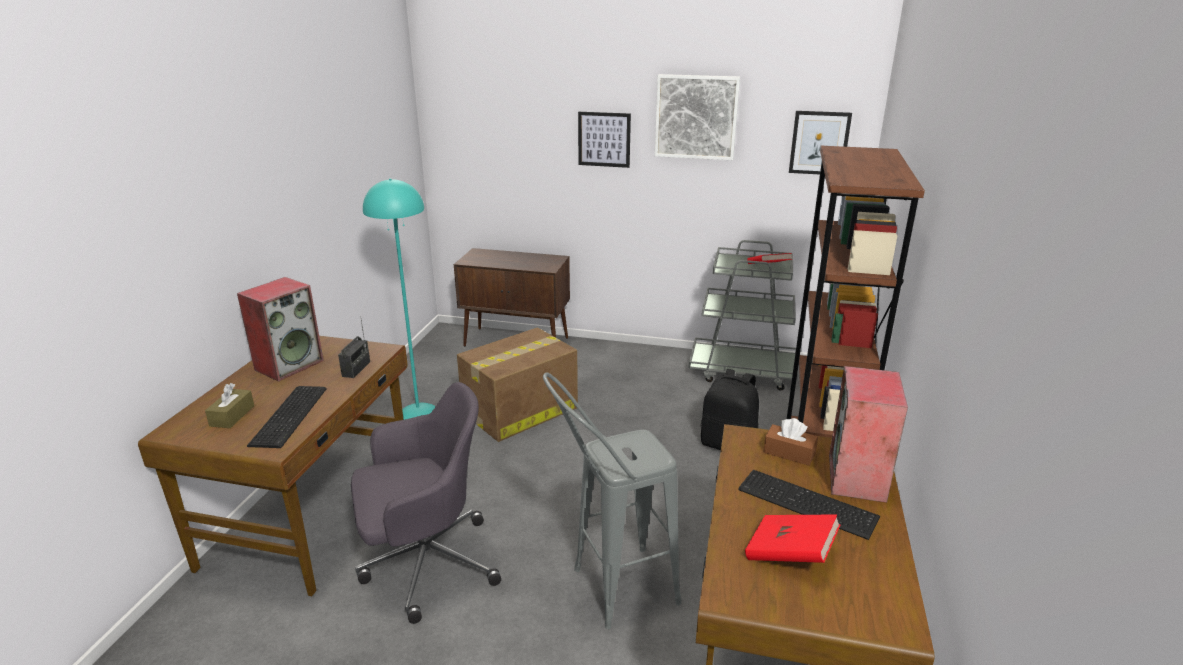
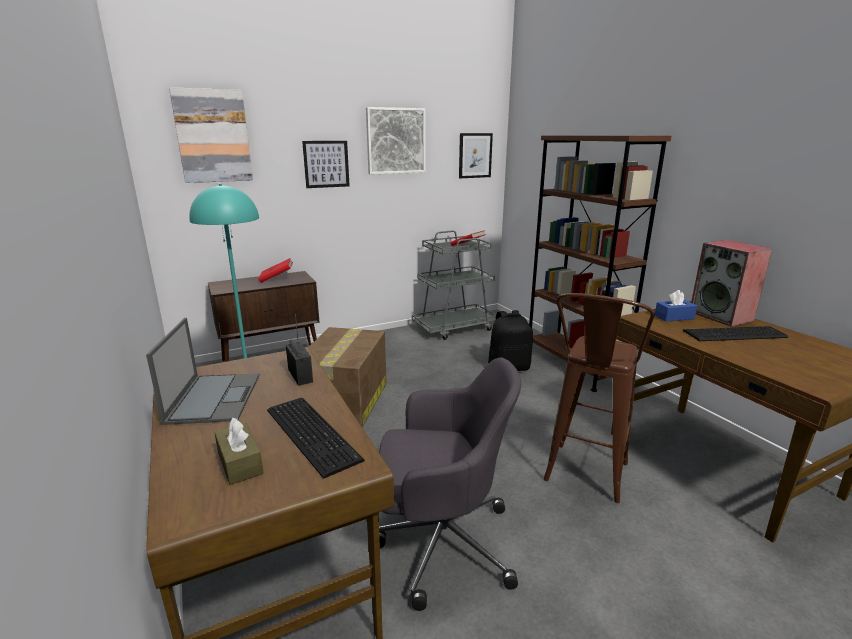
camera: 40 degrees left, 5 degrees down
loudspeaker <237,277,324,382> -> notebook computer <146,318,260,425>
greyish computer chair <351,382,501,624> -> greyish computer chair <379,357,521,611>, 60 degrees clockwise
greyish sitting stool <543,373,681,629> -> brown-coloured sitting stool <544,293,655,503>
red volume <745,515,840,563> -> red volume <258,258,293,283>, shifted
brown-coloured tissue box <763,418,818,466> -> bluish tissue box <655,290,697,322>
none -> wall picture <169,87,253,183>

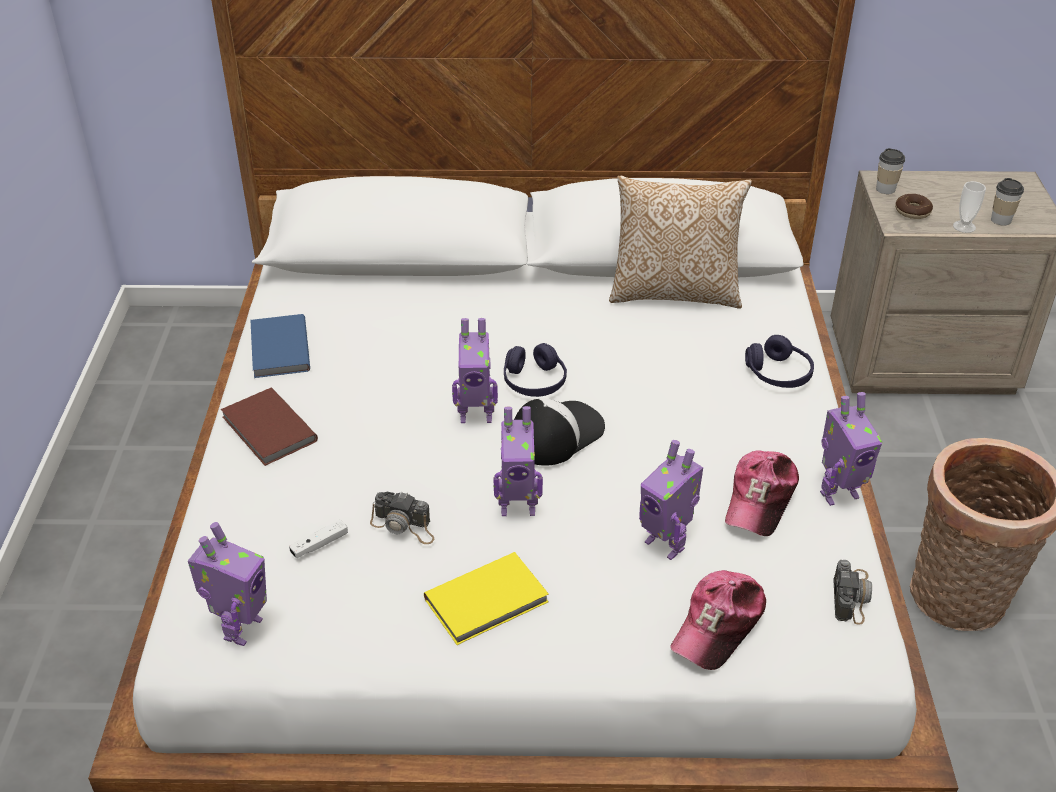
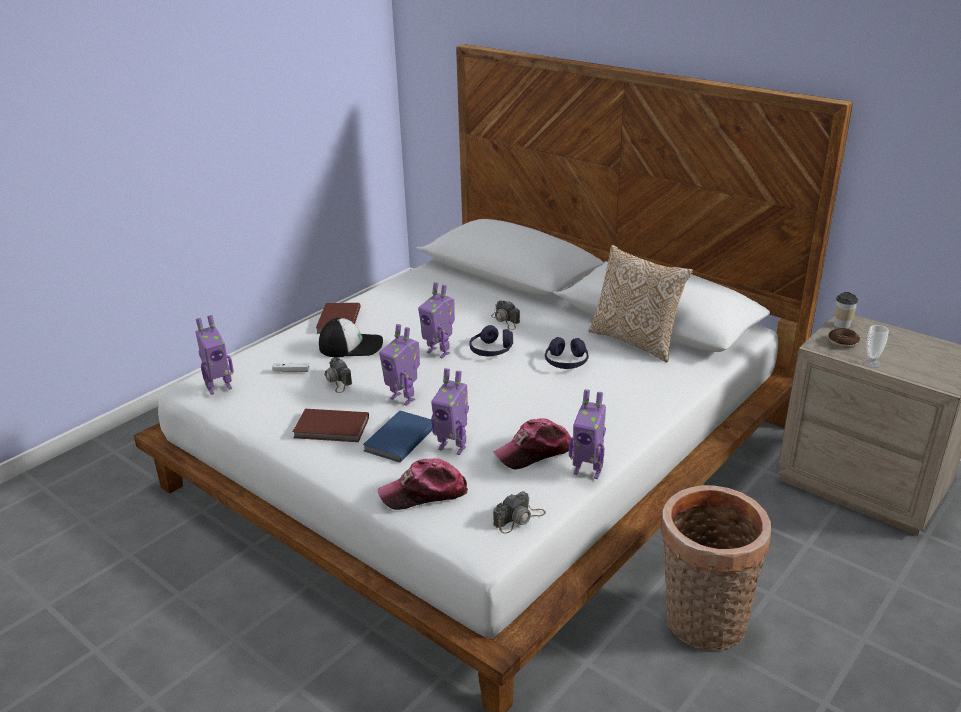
camera: 40 degrees right, 10 degrees down
bluish volume <250,314,310,378> -> bluish volume <363,410,432,463>, shifted
yellowish volume <424,552,549,645> -> brown-coloured volume <293,409,369,442>
peaked cap <514,398,605,465> -> peaked cap <319,318,383,358>, shifted
model robot <639,440,703,560> -> model robot <431,368,469,455>, 60 degrees counterclockwise
purple-coloured pair of headphones <745,335,814,388> -> purple-coloured pair of headphones <545,337,588,369>, shifted
cup <991,178,1024,226> -> none
none -> photo camera <491,301,520,330>

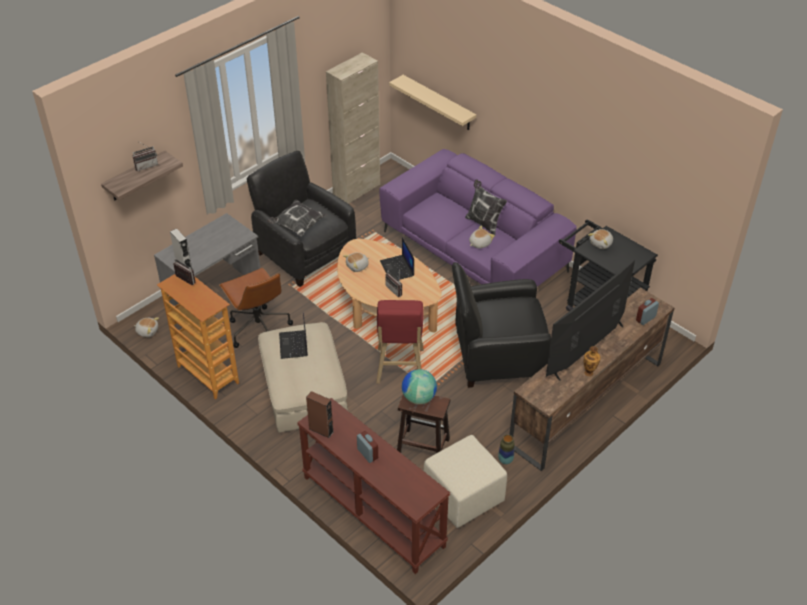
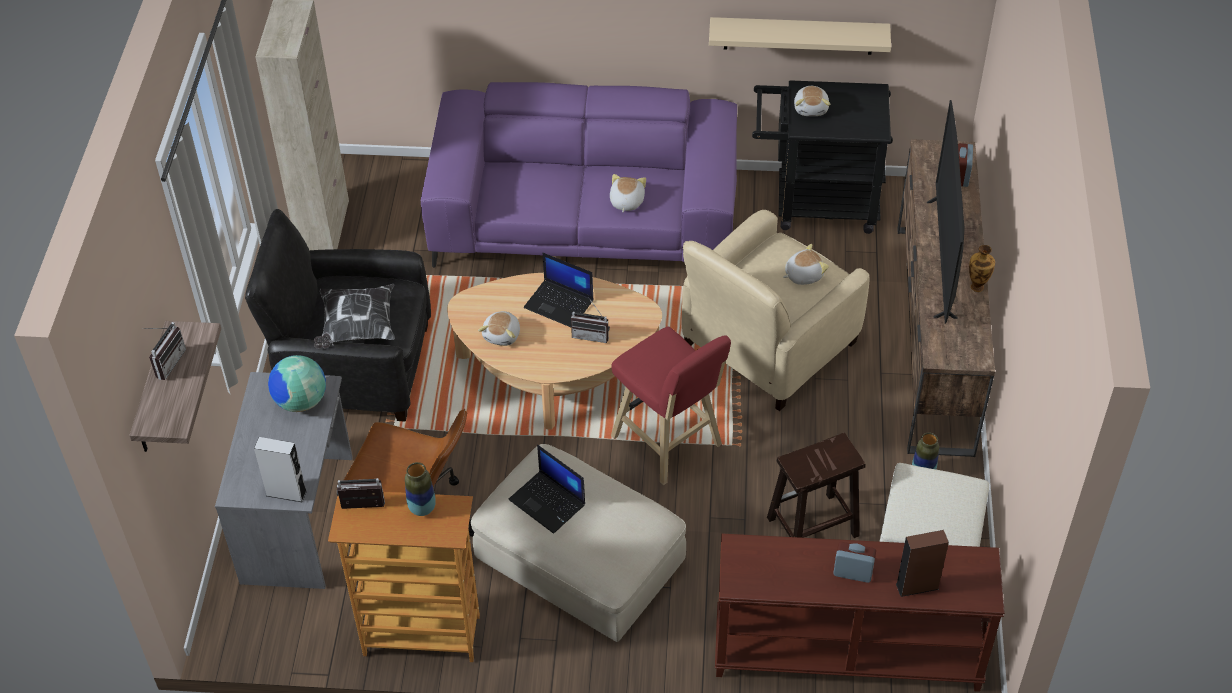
camera: 40 degrees left, 5 degrees up
soft toy <134,317,159,337> -> soft toy <783,244,829,285>, shifted
brown-coloured loudspeaker <306,391,334,438> -> brown-coloured loudspeaker <896,530,949,597>, shifted
beige wall shelf <389,75,476,130> -> beige wall shelf <709,17,891,55>, shifted
globe <402,369,437,405> -> globe <268,355,326,412>, shifted
black easy chair <452,262,551,388> -> beige easy chair <682,210,870,411>
throw pillow <465,179,507,237> -> none
none -> vase <405,462,436,516>

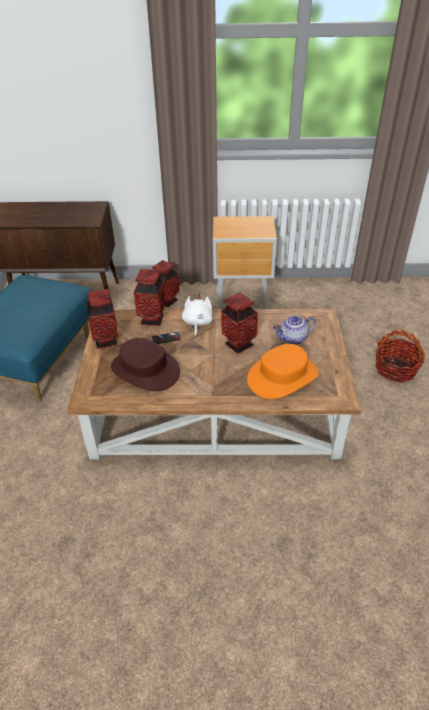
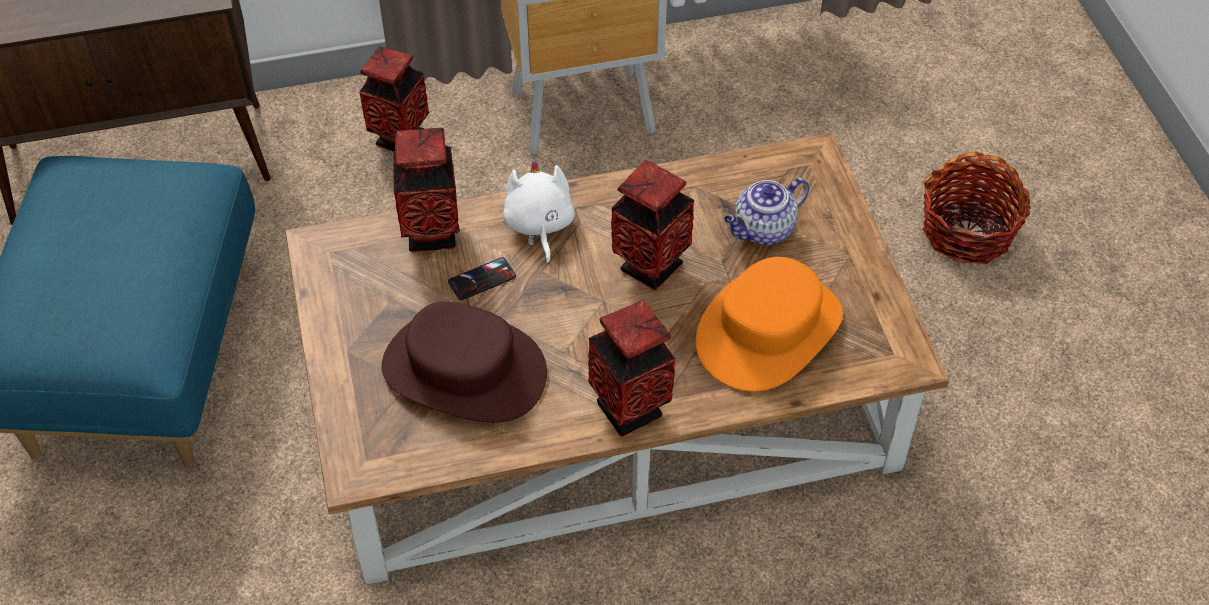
camera: 15 degrees left, 10 degrees up
vase <86,289,118,348> -> vase <588,300,675,436>, shifted

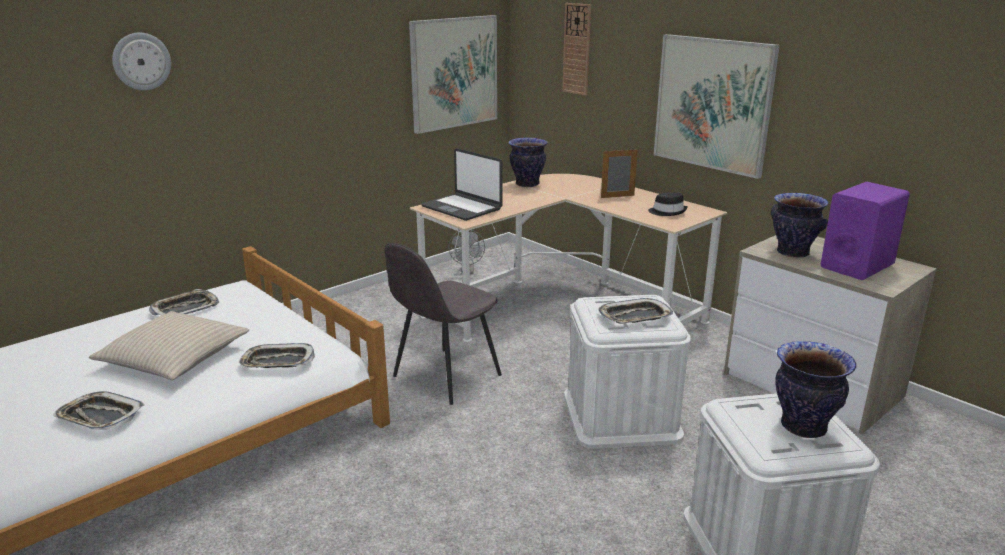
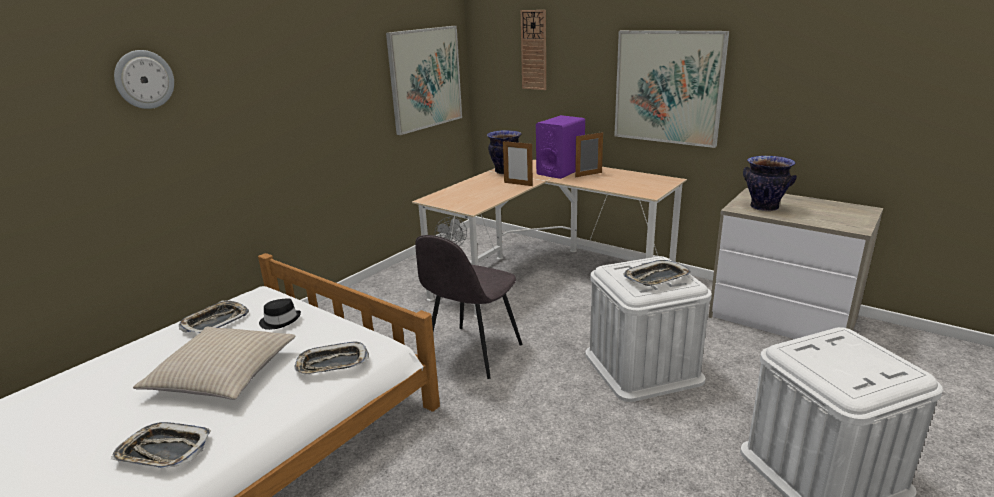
camera: 10 degrees left, 0 degrees up
notebook computer <421,148,502,221> -> none
black clothing hat <648,193,688,216> -> black clothing hat <259,298,301,330>, shifted
vase <775,341,856,438> -> none
purple-coloured loudspeaker <821,182,910,280> -> purple-coloured loudspeaker <536,115,585,179>, shifted
none -> standing frame <503,140,533,186>

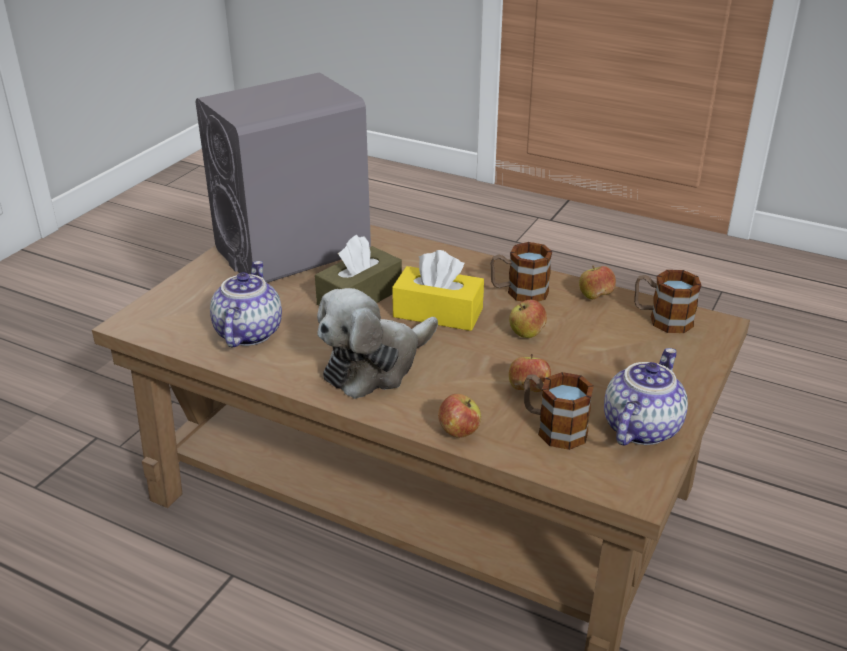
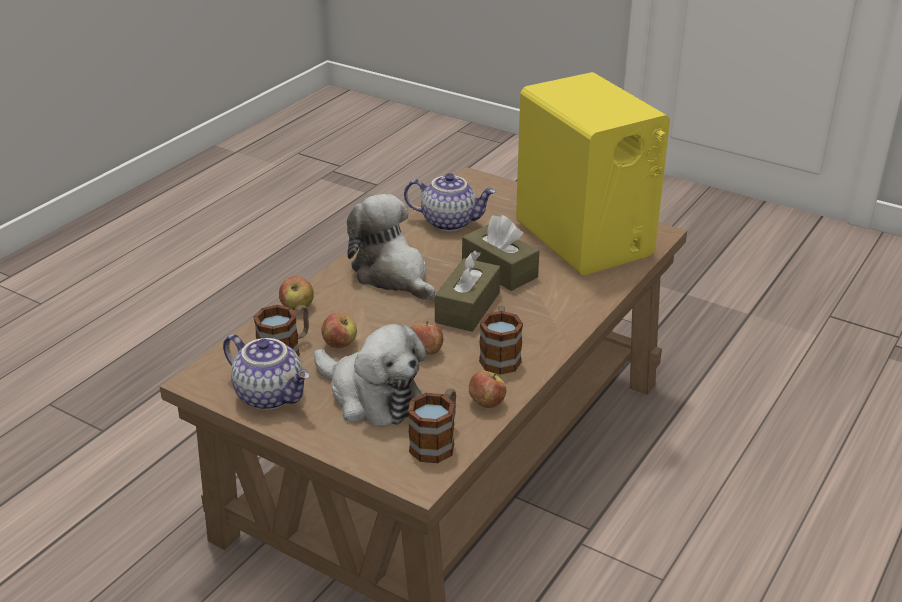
camera: 95 degrees right, 0 degrees up
greyish loudspeaker <196,72,371,283> -> yellowish loudspeaker <516,72,670,275>
yellowish tissue box <392,250,484,331> -> brown-coloured tissue box <435,251,500,332>
none -> soft toy <314,324,426,426>

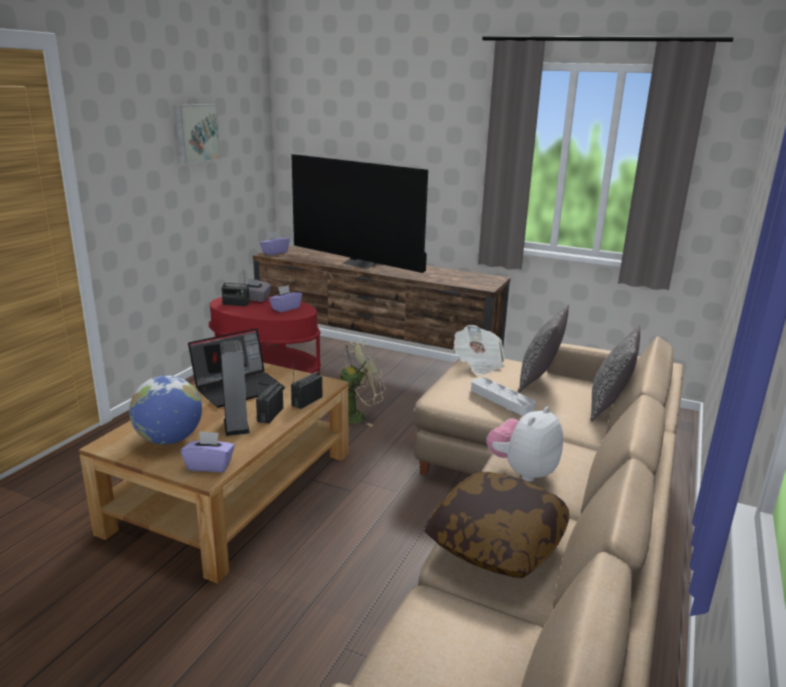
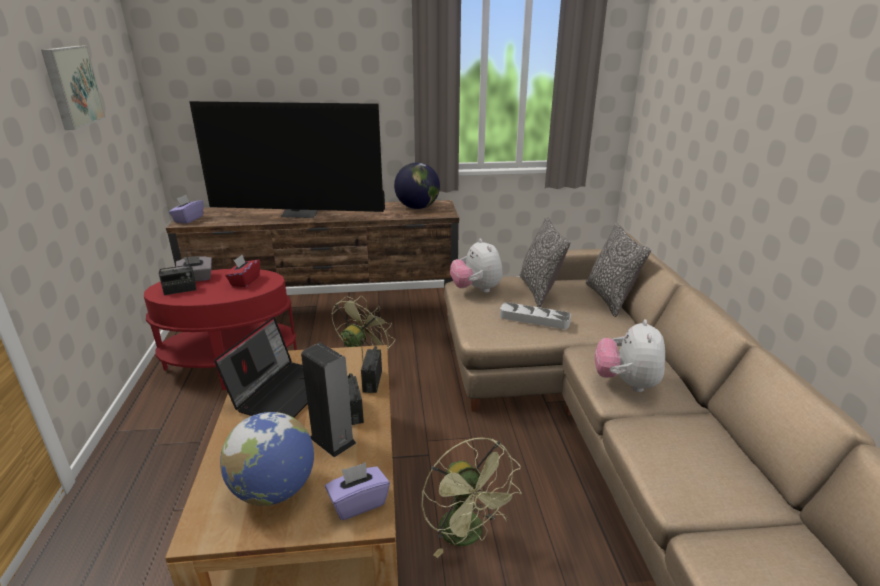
camera: 30 degrees left, 5 degrees up
purple-coloured tissue box <269,285,302,312> -> red tissue box <225,255,260,287>
throw pillow <424,472,569,578> -> none
printed paper <453,325,505,375> -> soft toy <450,238,503,293>
none -> globe <394,162,440,209>
none -> greenish cooling fan <421,437,522,558>

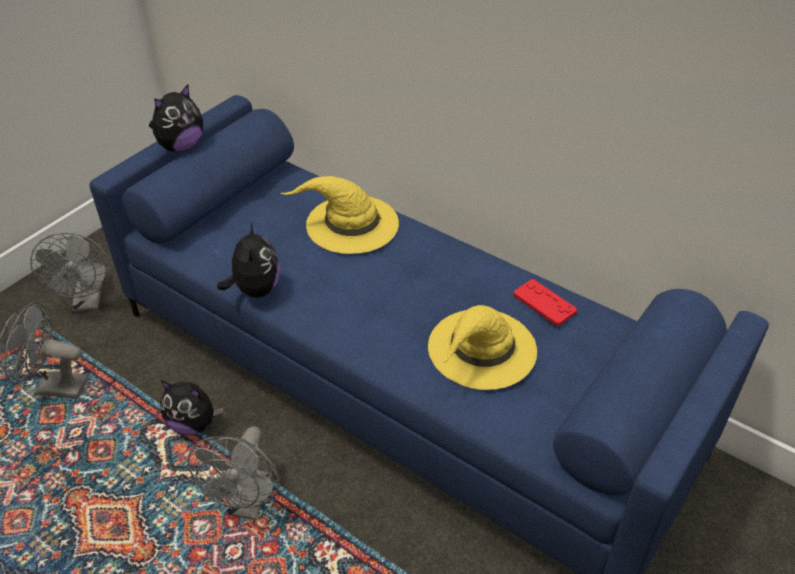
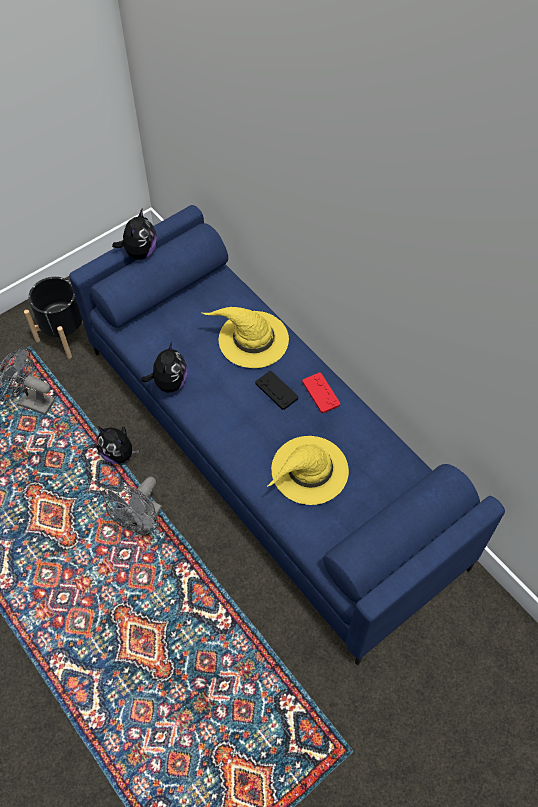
camera: 15 degrees right, 15 degrees up
greyish cooling fan <30,233,111,312> -> black flower pot <24,277,83,359>
soft toy <149,85,203,152> -> soft toy <112,209,157,260>, 45 degrees counterclockwise
red joypad <513,279,577,326> -> red joypad <302,372,340,413>, shifted
none -> black joypad <255,371,298,410>

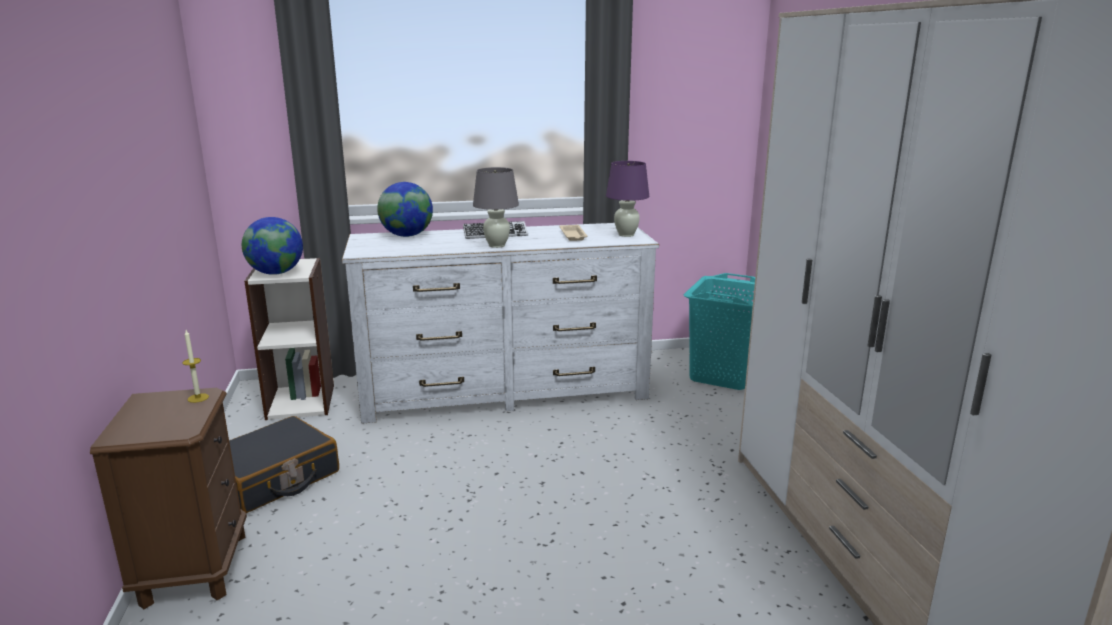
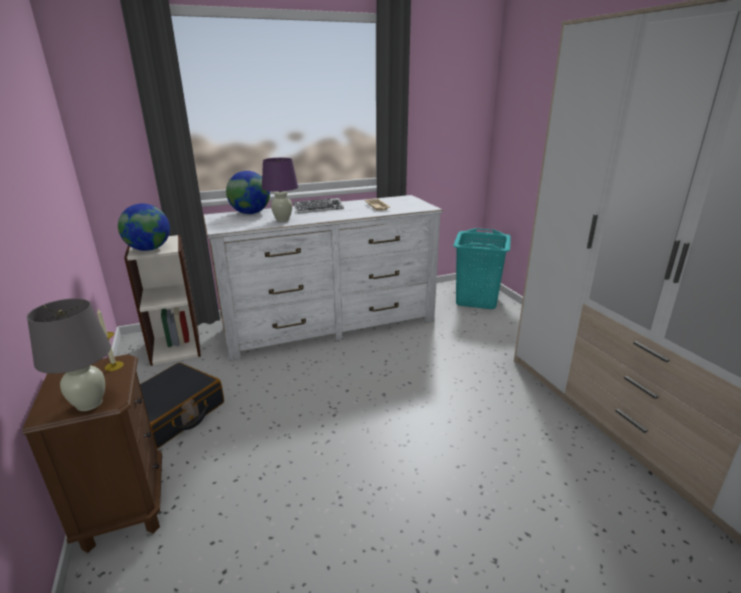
camera: 10 degrees left, 5 degrees up
greyish tabletop lamp <473,167,519,248> -> greyish tabletop lamp <27,298,111,411>, shifted
purple-coloured tabletop lamp <606,161,649,237> -> purple-coloured tabletop lamp <262,158,298,222>, shifted

